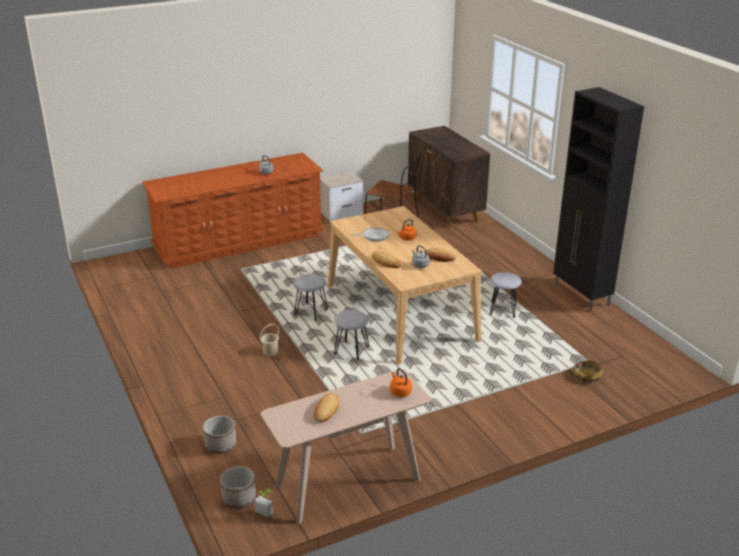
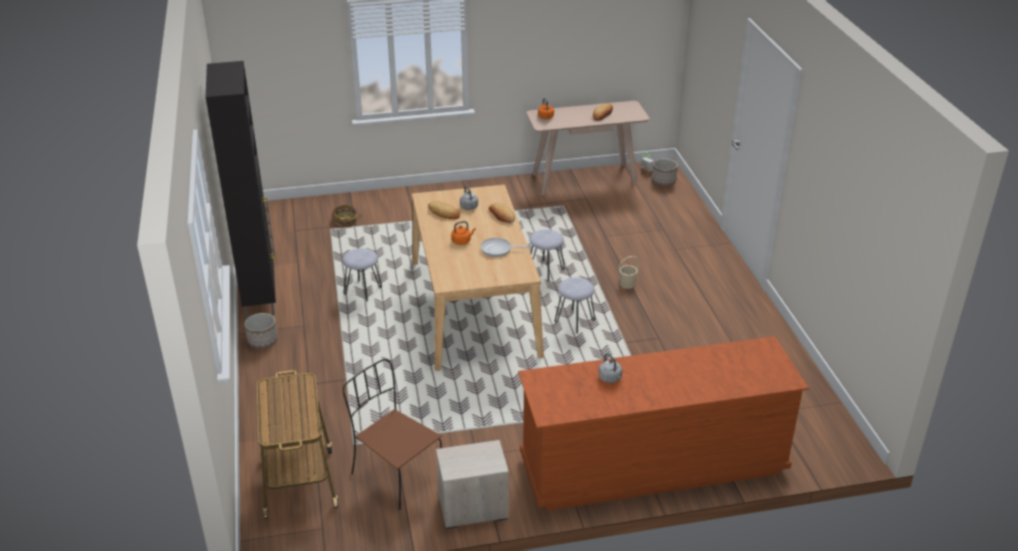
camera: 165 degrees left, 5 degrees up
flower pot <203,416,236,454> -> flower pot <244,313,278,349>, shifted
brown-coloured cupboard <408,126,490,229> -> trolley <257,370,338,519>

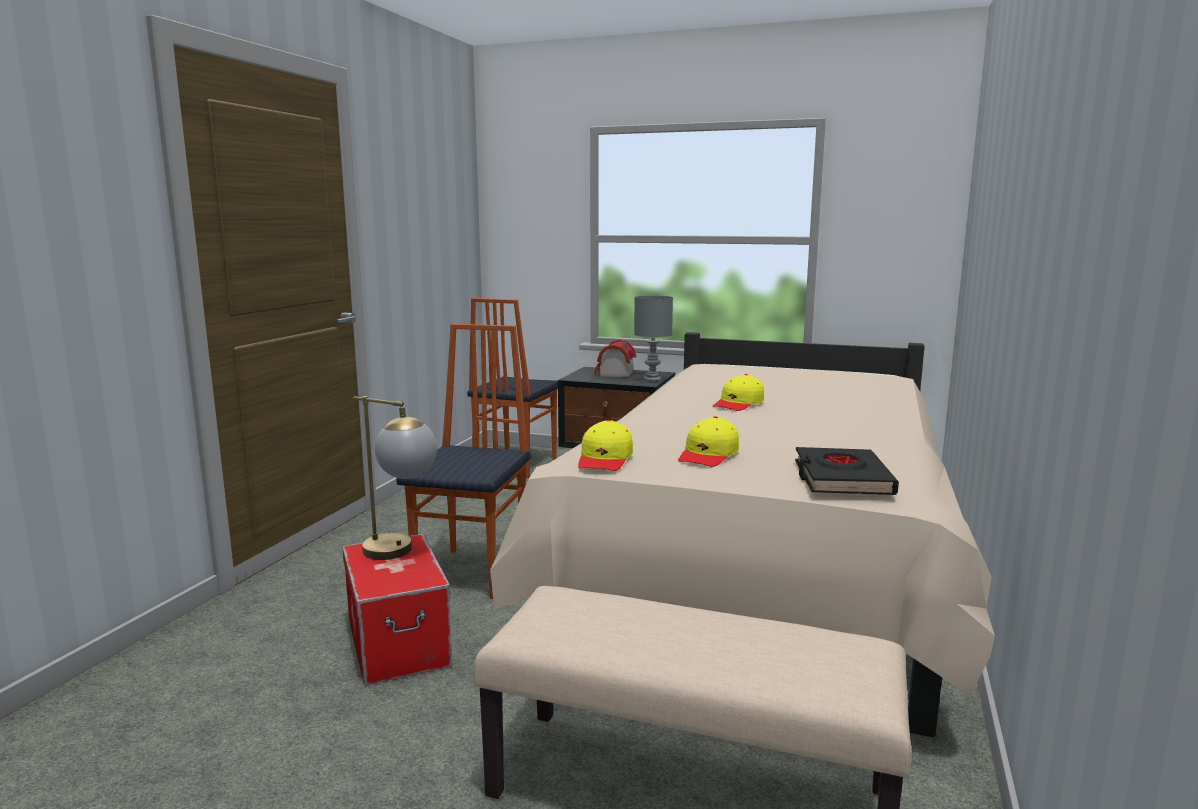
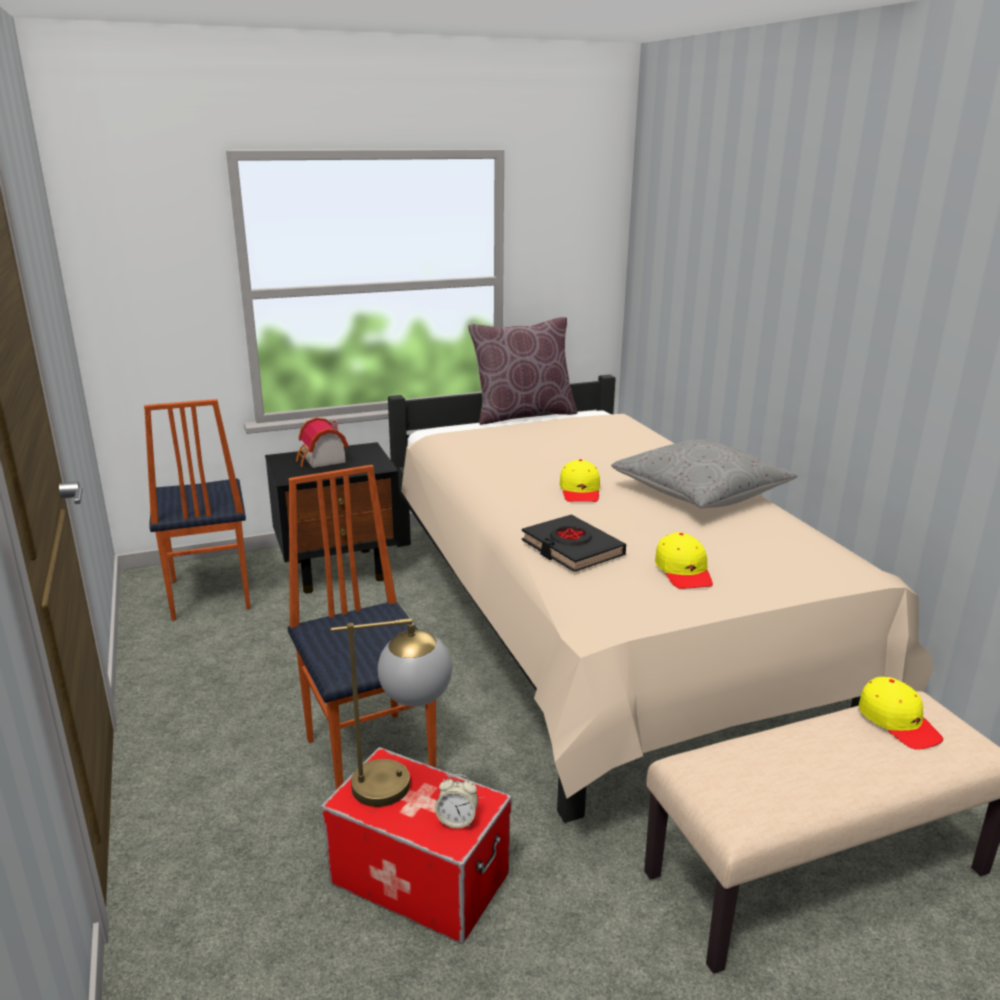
camera: 40 degrees left, 10 degrees up
yellowish peaked cap <578,420,633,471> -> yellowish peaked cap <858,677,944,750>, shifted
greyish tabletop lamp <634,295,673,382> -> none
black volume <795,447,899,495> -> black volume <522,515,626,572>, shifted
none -> bedside clock <435,774,478,828>
none -> brown-coloured throw pillow <468,317,577,425>
none -> greyish throw pillow <611,439,798,508>

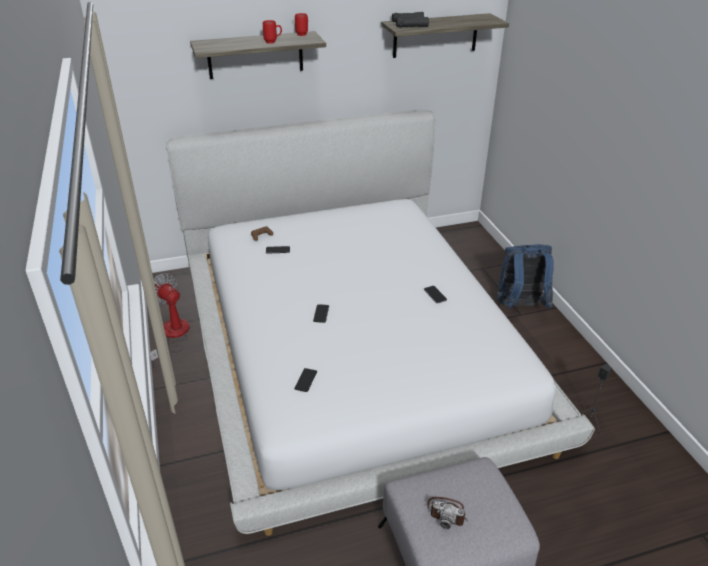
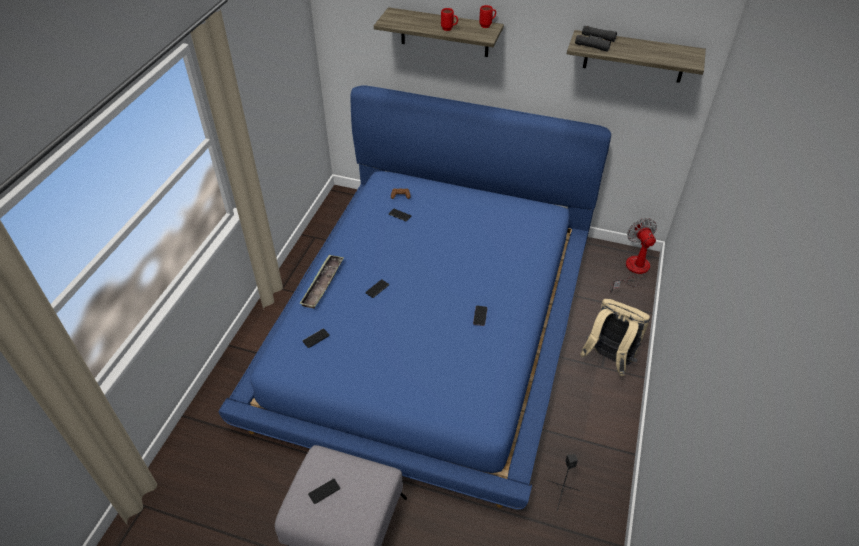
camera: 35 degrees right, 10 degrees up
cooling fan <149,273,190,368> -> cooling fan <610,218,657,292>, shifted
white sleeping bed <166,110,595,536> -> bluish sleeping bed <219,85,611,509>
photo camera <427,497,468,529> -> phone <308,478,340,504>
bluish backpack <497,244,554,309> -> beige backpack <580,299,650,376>
none -> carrying tray <299,255,344,309>

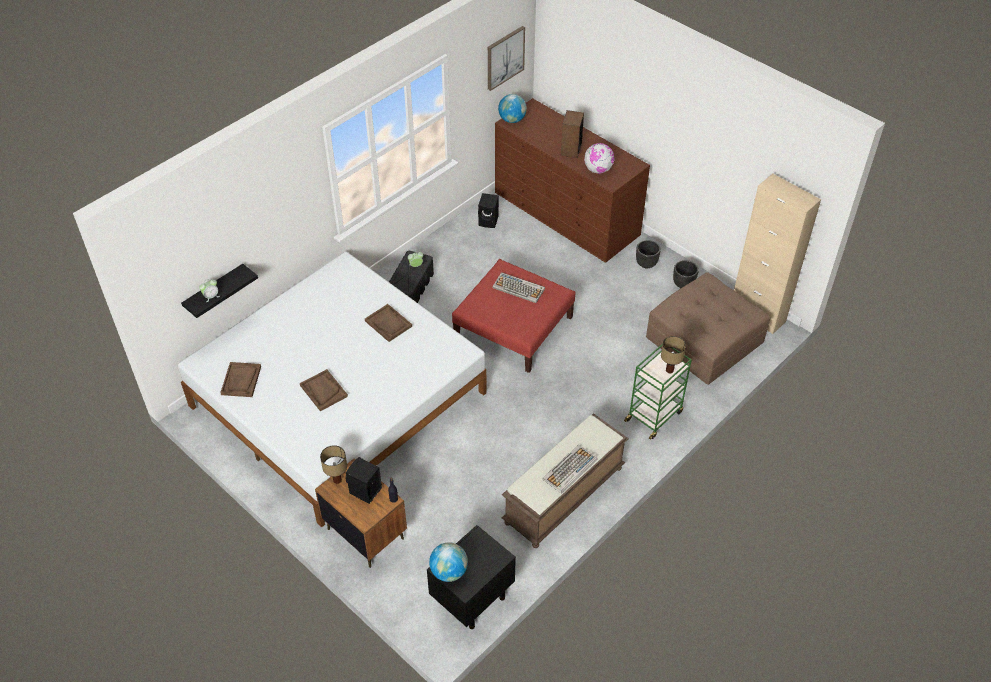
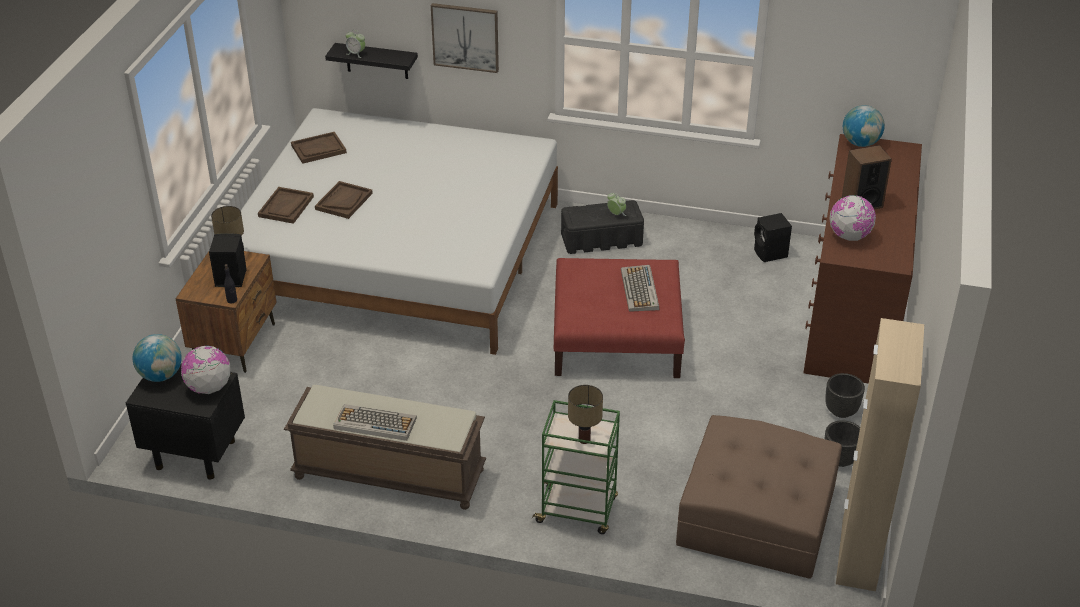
camera: 60 degrees right, 10 degrees down
brown-coloured carrying tray <365,304,412,342> -> brown-coloured carrying tray <258,187,314,224>, shifted
wall picture <488,26,525,91> -> wall picture <431,3,499,73>, shifted
none -> globe <181,346,230,394>

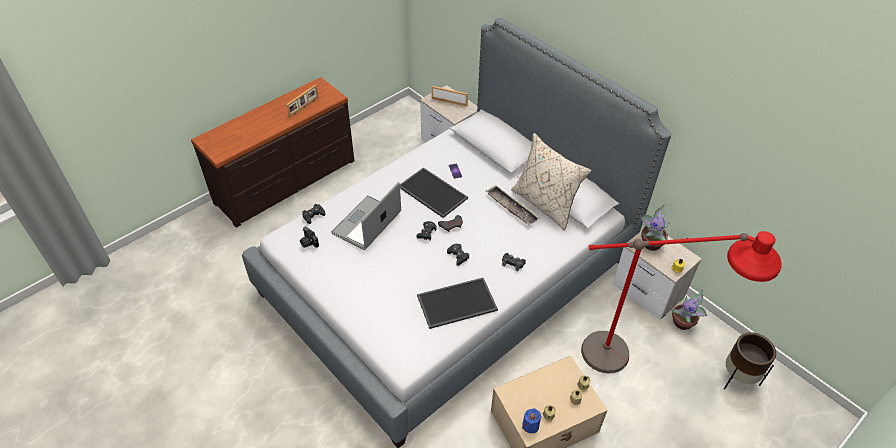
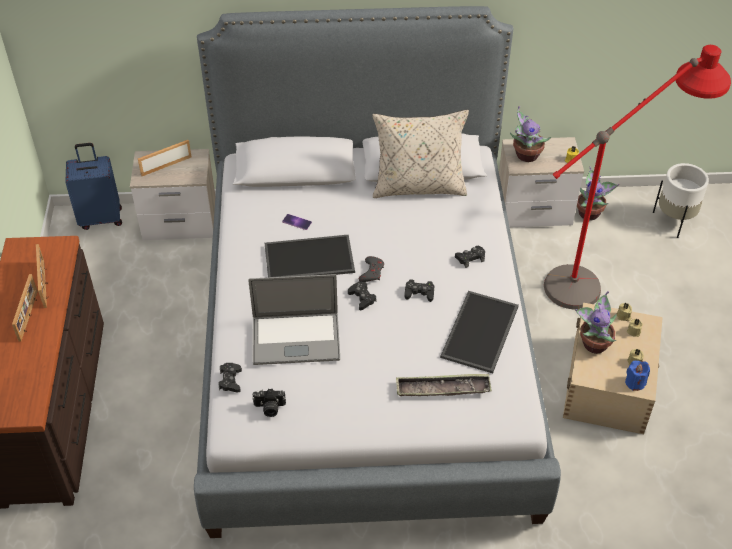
camera: 50 degrees left, 0 degrees up
notebook computer <331,182,401,250> -> notebook computer <249,274,340,365>, 75 degrees counterclockwise
carrying tray <486,185,539,225> -> carrying tray <396,374,492,396>, shifted
brown-coloured flower pot <724,332,776,389> -> white flower pot <653,163,709,238>
none -> standing frame <12,274,38,342>
none -> bluish travel case <66,143,122,230>
none -> houseplant <575,291,617,354>

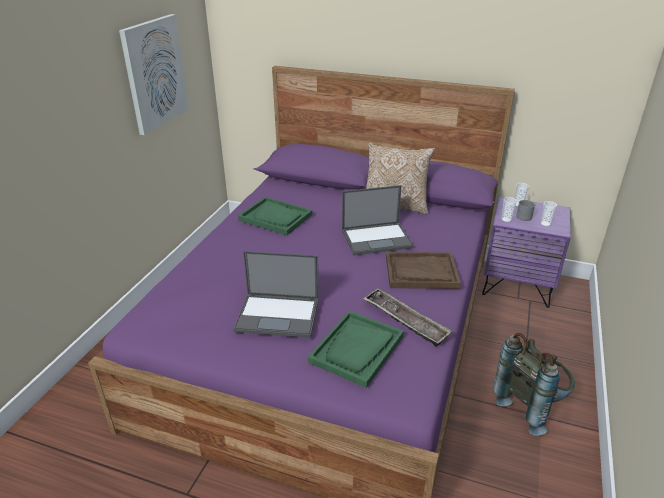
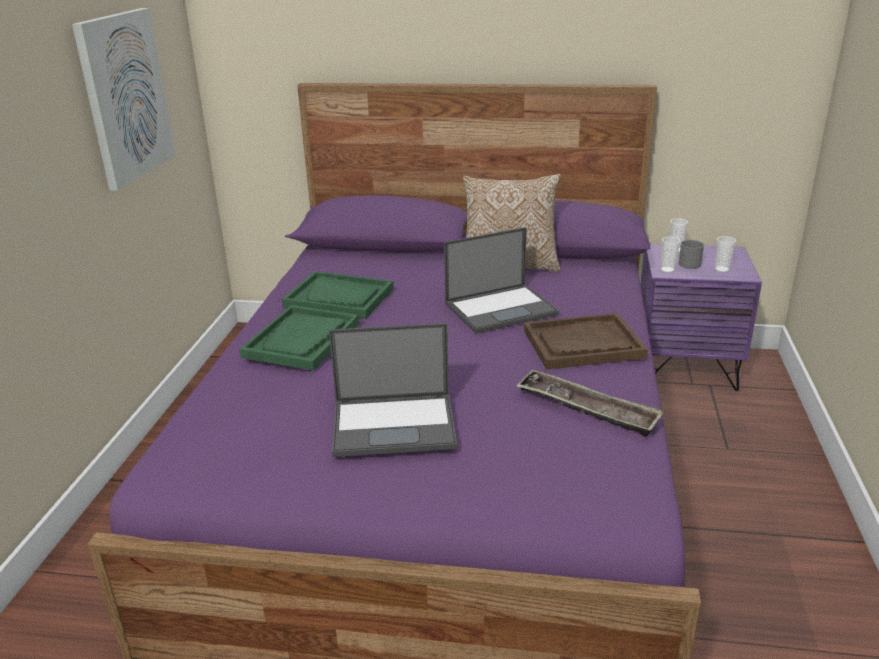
camera: 10 degrees left, 5 degrees down
greenish carrying tray <308,311,404,388> -> greenish carrying tray <240,305,359,371>, shifted
greyish backpack <493,333,575,436> -> none

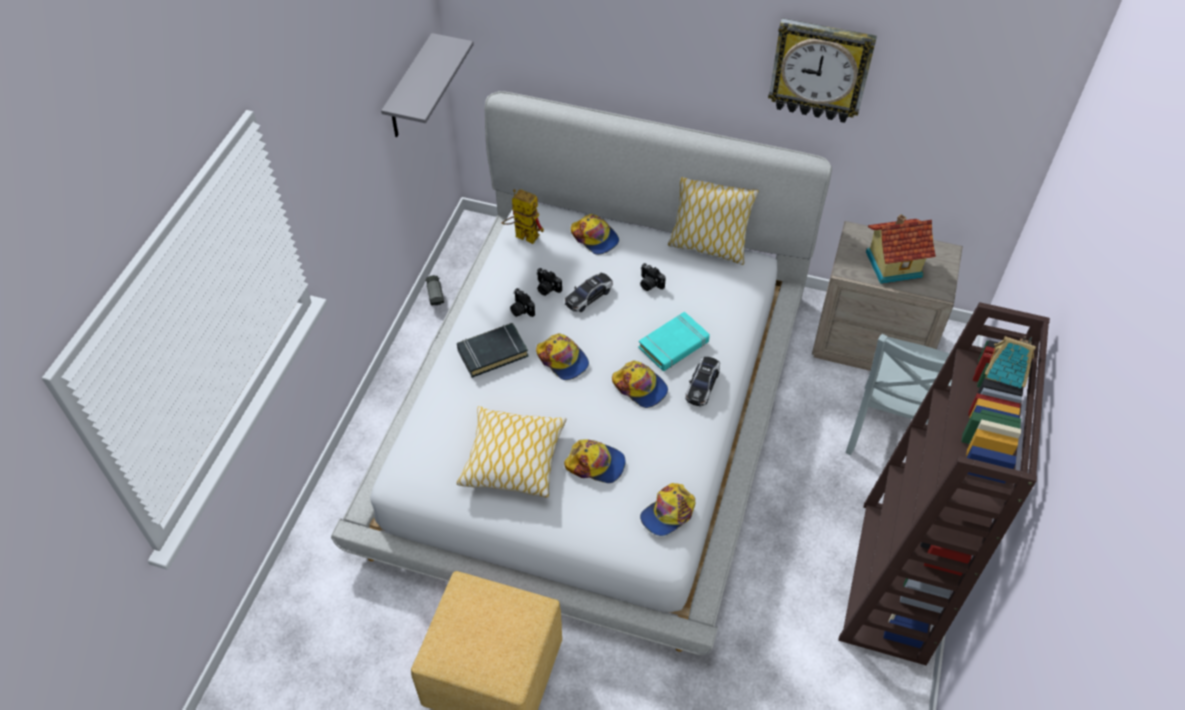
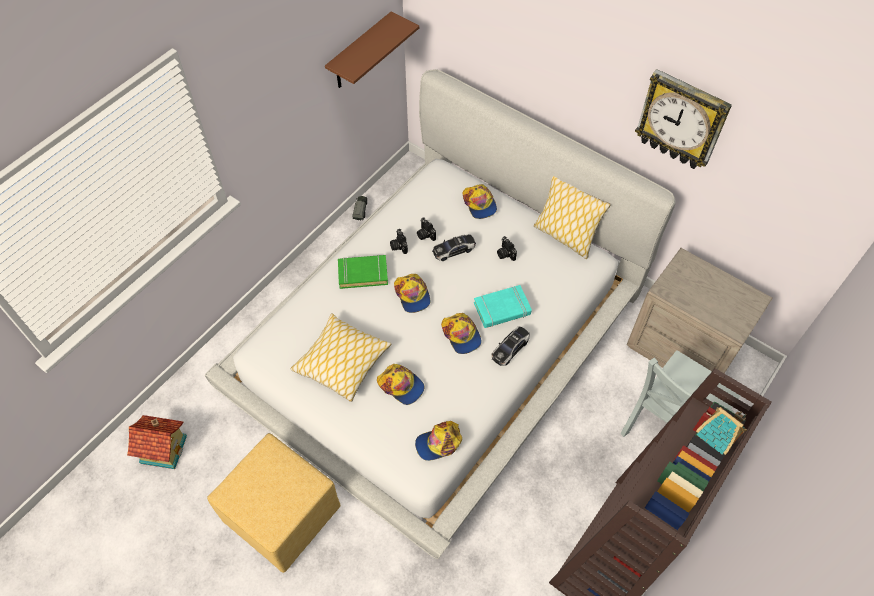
camera: 20 degrees right, 5 degrees up
greyish wall shelf <381,33,474,137> -> brown-coloured wall shelf <325,11,419,88>
black volume <457,323,529,378> -> greenish volume <338,255,388,289>
model robot <502,189,544,244> -> none
model house <866,214,936,284> -> model house <127,415,187,469>, shifted

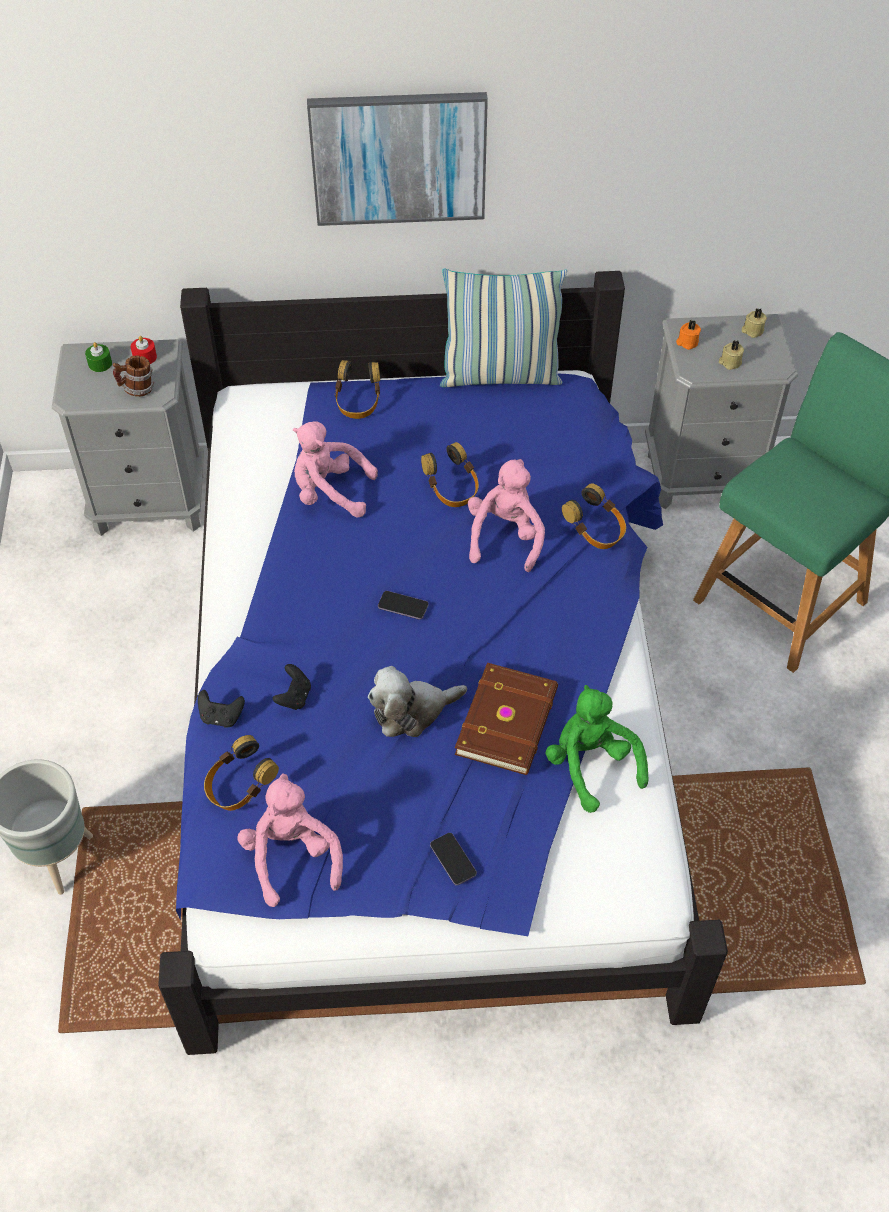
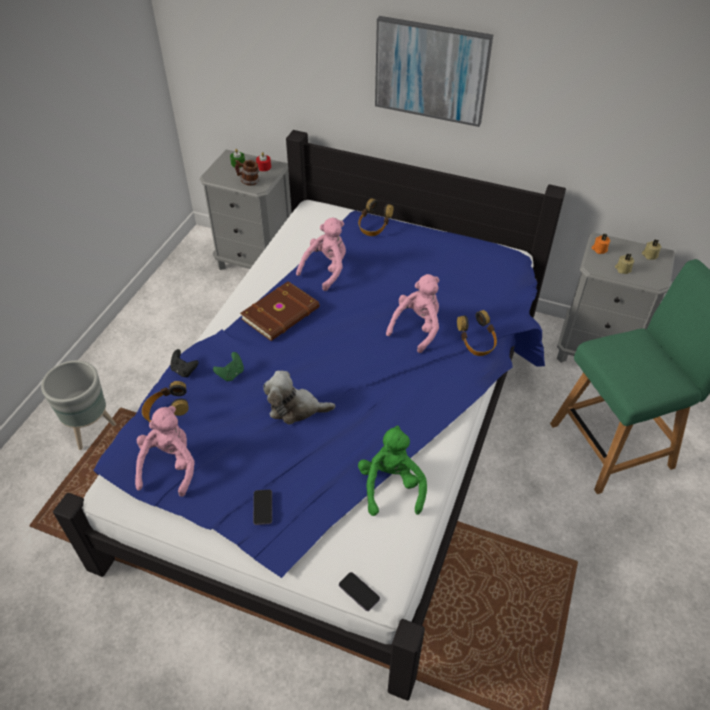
camera: 25 degrees right, 5 degrees down
black joypad <273,664,311,710> -> greenish joypad <213,352,244,382>
pink-coloured soft toy <293,421,378,518> -> pink-coloured soft toy <296,218,346,291>, 90 degrees clockwise
phone <378,591,428,620> -> phone <339,572,380,611>, shifted
pair of headphones <421,442,479,507> -> none
throw pillow <440,268,567,387> -> none
brown-coloured volume <455,663,558,775> -> brown-coloured volume <240,281,320,341>, shifted

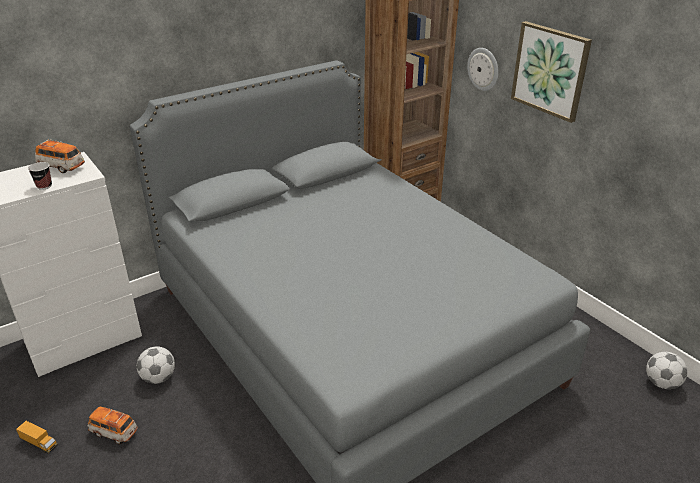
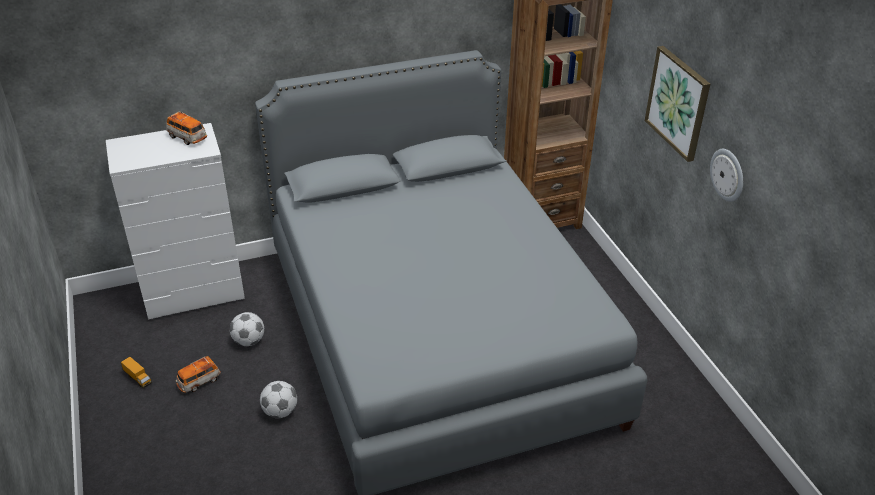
camera: 15 degrees right, 5 degrees up
cup <28,162,52,190> -> none
miniature car <88,406,138,444> -> miniature car <176,356,221,393>, 75 degrees counterclockwise
hanging clock <467,48,499,91> -> hanging clock <710,149,743,202>, shifted
ball for football <646,352,688,389> -> ball for football <260,381,297,418>, shifted

